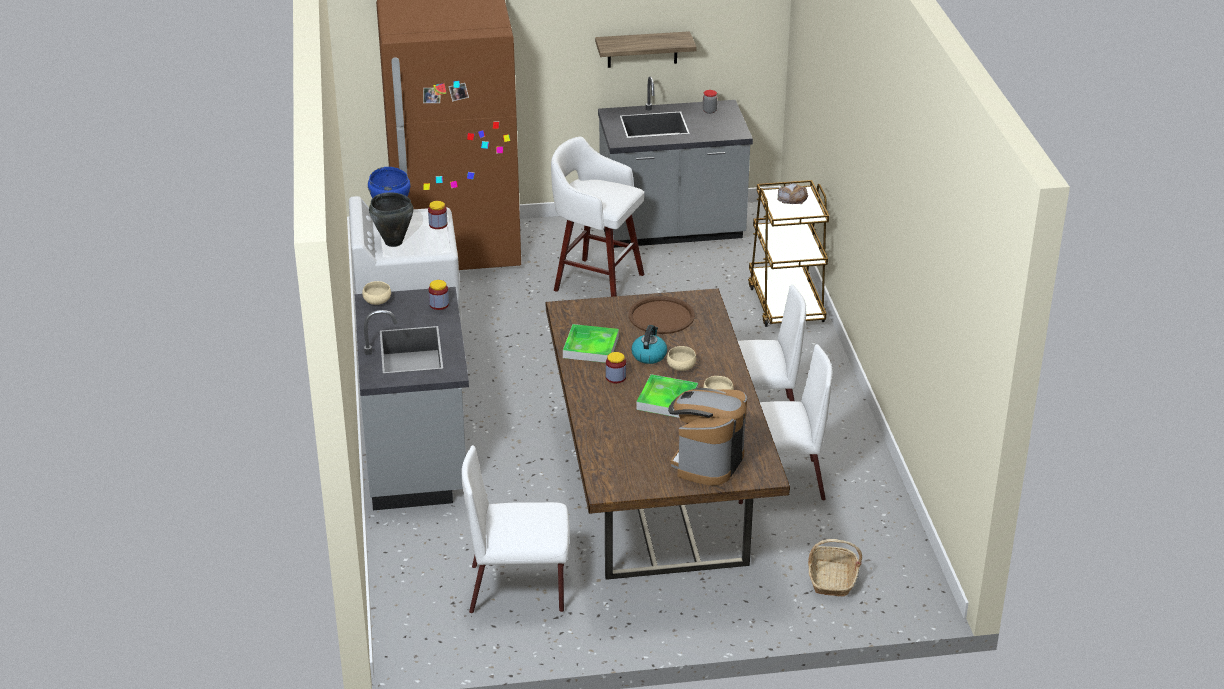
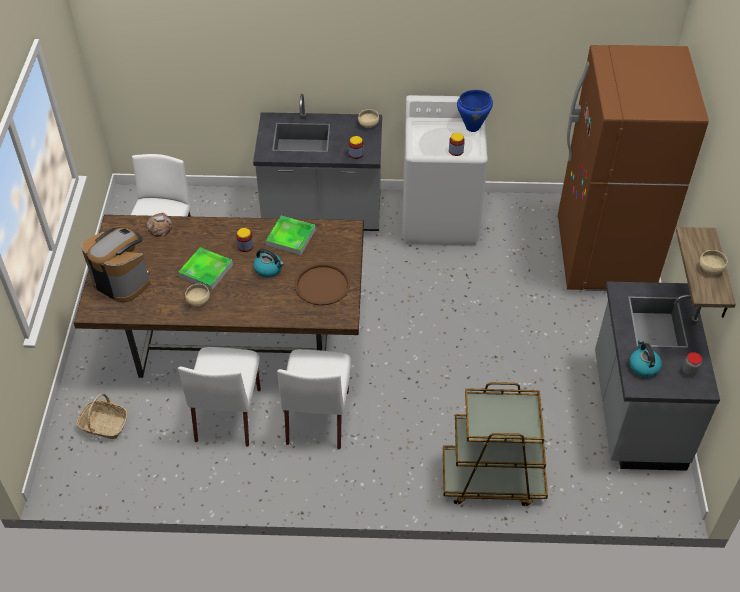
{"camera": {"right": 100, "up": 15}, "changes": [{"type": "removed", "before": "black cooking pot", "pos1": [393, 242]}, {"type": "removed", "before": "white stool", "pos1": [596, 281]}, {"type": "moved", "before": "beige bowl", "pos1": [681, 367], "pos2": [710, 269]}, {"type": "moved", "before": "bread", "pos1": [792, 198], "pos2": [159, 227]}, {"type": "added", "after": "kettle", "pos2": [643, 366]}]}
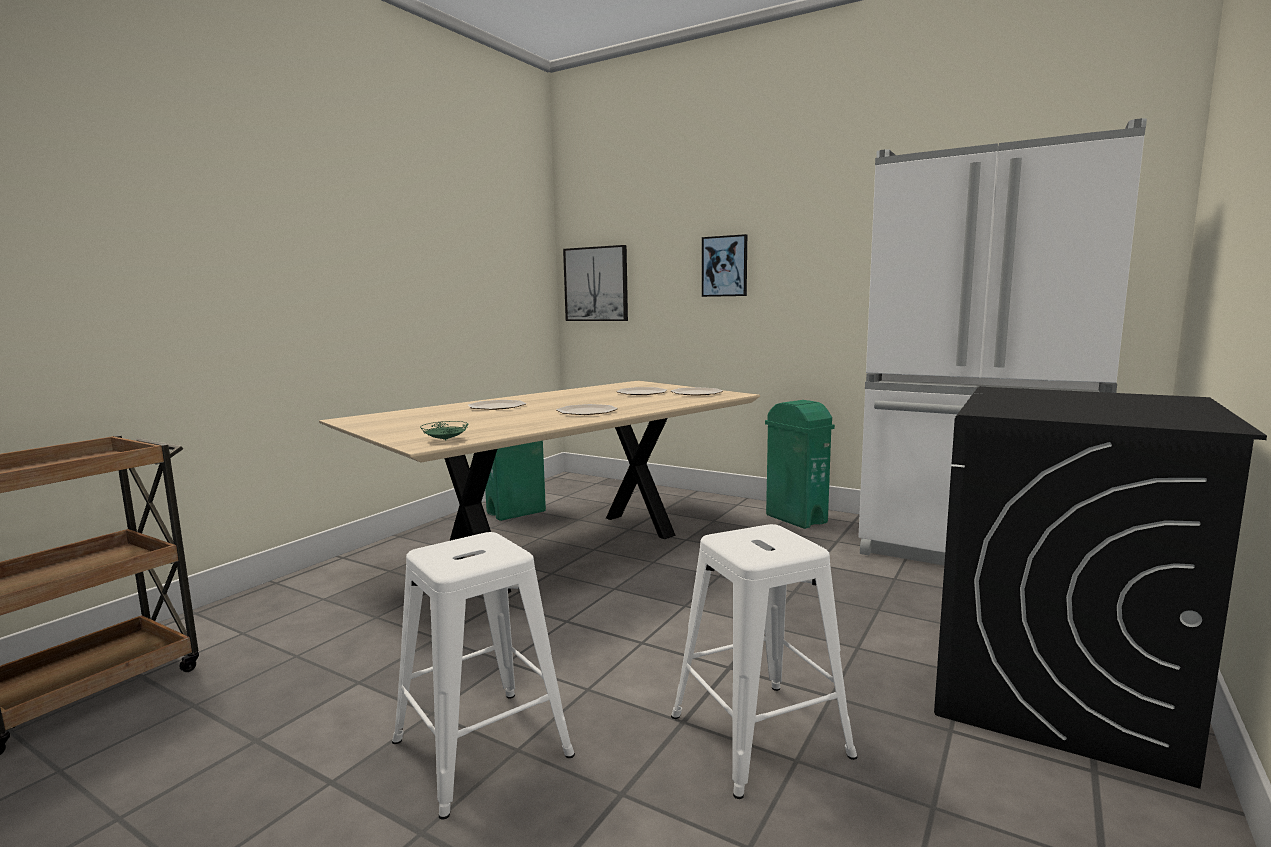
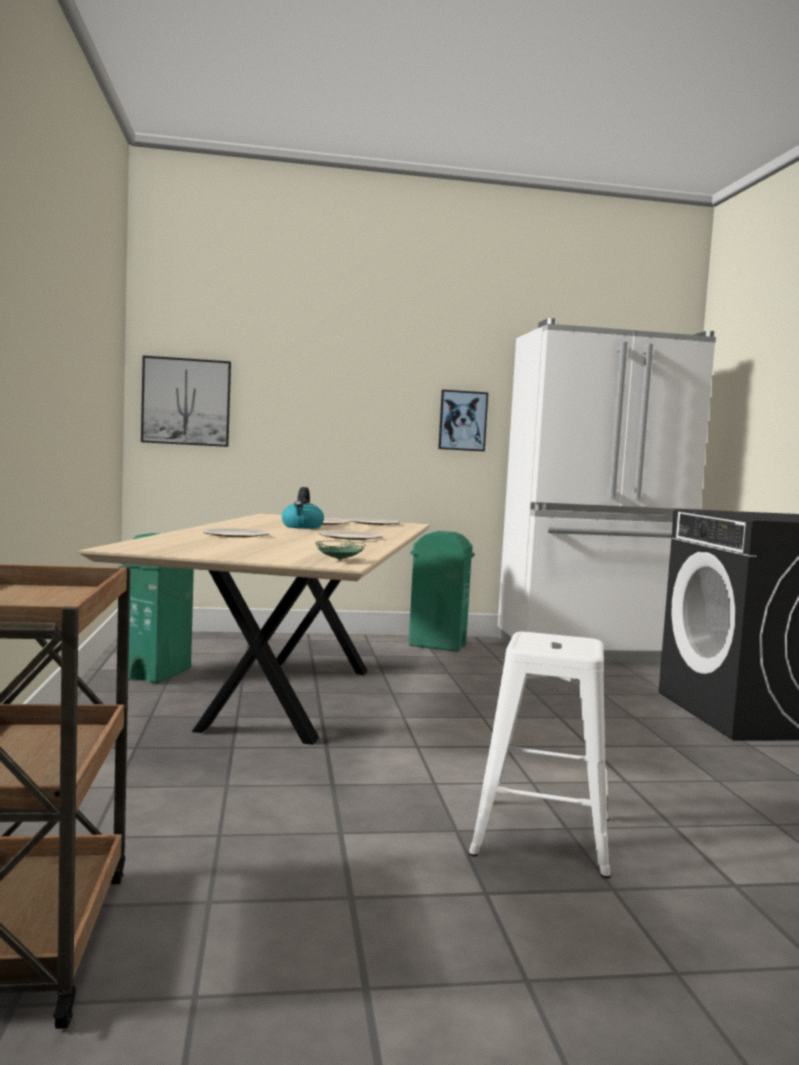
{"camera": {"right": -40, "up": -5}, "changes": [{"type": "removed", "before": "white stool", "pos1": [762, 736]}, {"type": "moved", "before": "picture", "pos1": [725, 266], "pos2": [462, 420]}, {"type": "added", "after": "kettle", "pos2": [302, 527]}]}
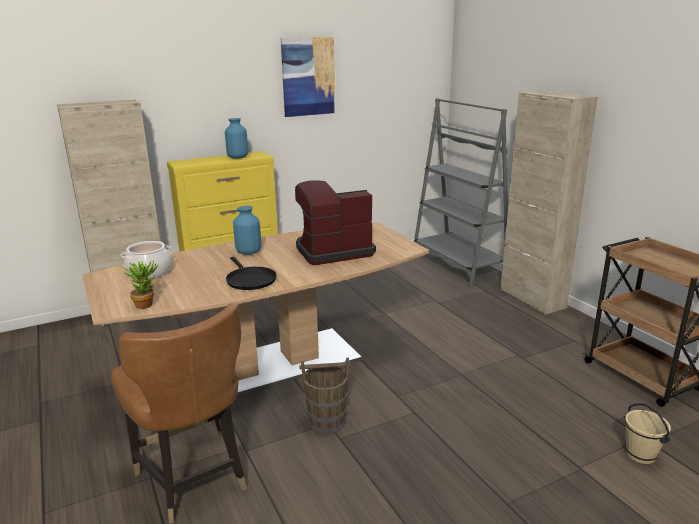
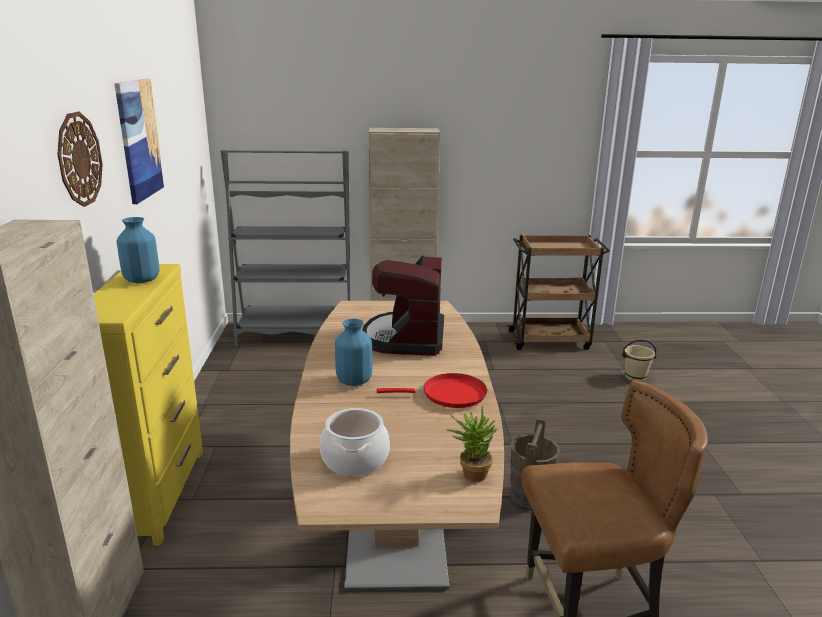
{"camera": {"right": -65, "up": 0}, "changes": [{"type": "recoloured", "before": "black frying pan", "after": "red frying pan", "pos1": [250, 280], "pos2": [449, 395]}, {"type": "added", "after": "wall clock", "pos2": [79, 159]}]}
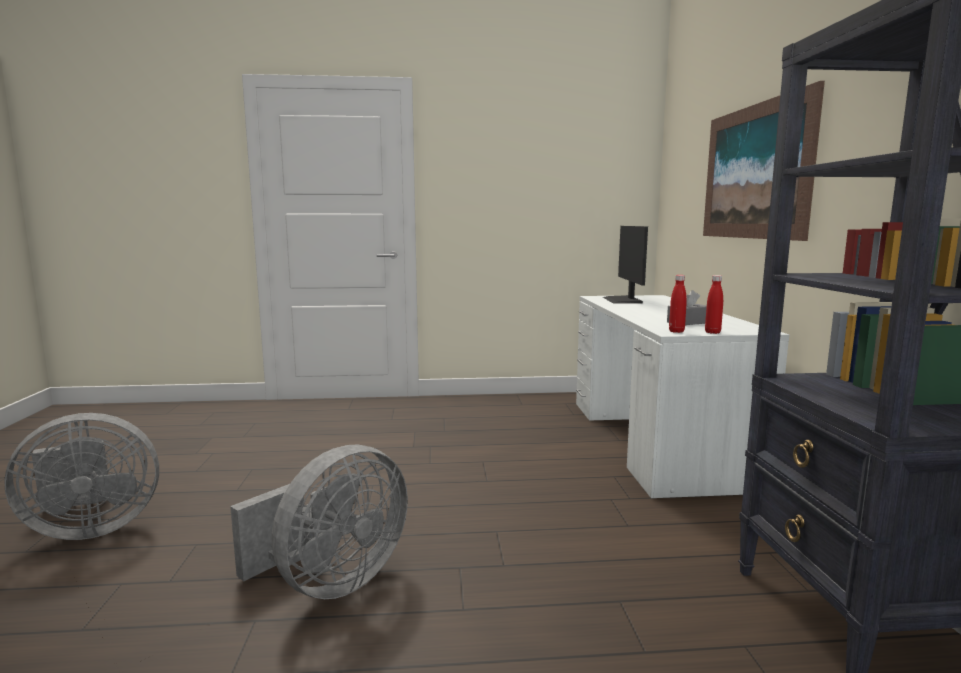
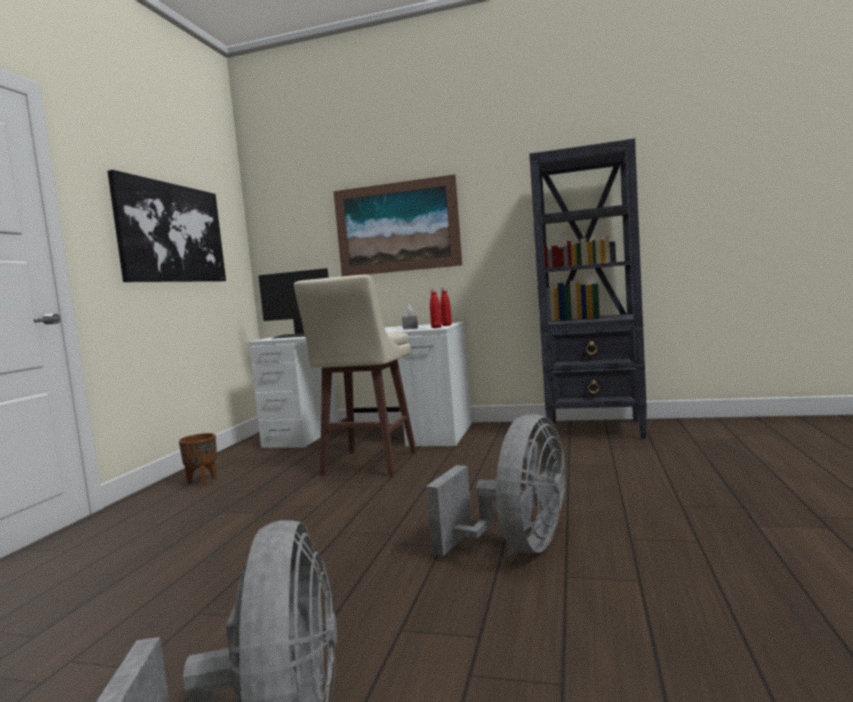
{"camera": {"right": -70, "up": -5}, "changes": [{"type": "turned", "before": "grey fan", "pos1": [331, 582], "pos2": [518, 546], "turn": 60}, {"type": "added", "after": "picture", "pos2": [172, 233]}, {"type": "added", "after": "brown planter", "pos2": [203, 482]}, {"type": "added", "after": "beige stool", "pos2": [368, 464]}]}
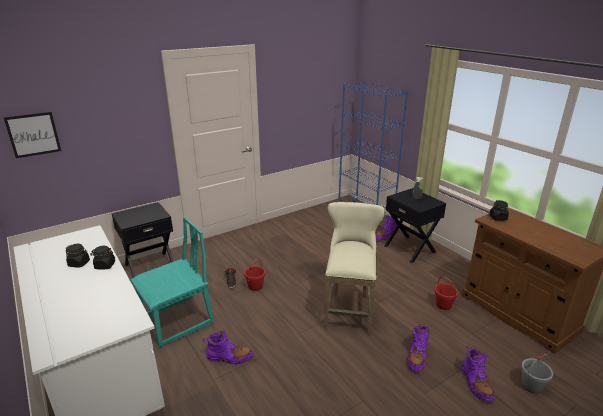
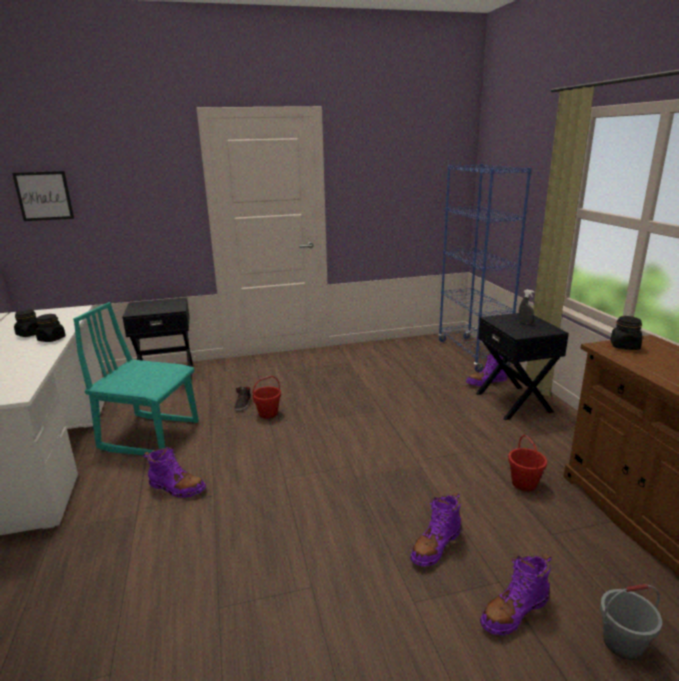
{"camera": {"right": 20, "up": -5}, "changes": [{"type": "turned", "before": "turquoise chair", "pos1": [177, 321], "pos2": [150, 435], "turn": -150}, {"type": "removed", "before": "beige stool", "pos1": [349, 309]}, {"type": "turned", "before": "purple boot", "pos1": [476, 384], "pos2": [514, 611], "turn": 45}]}
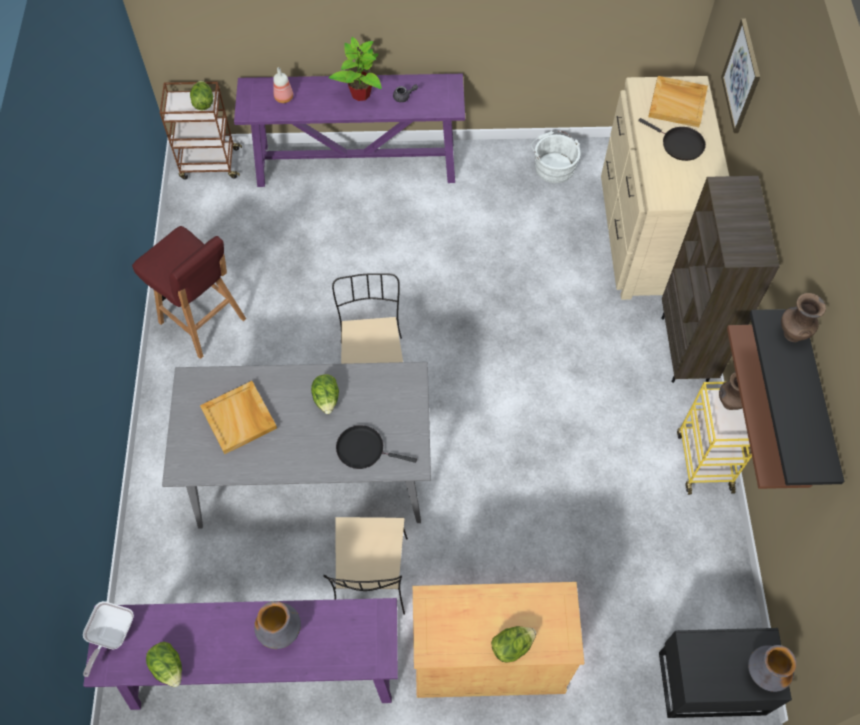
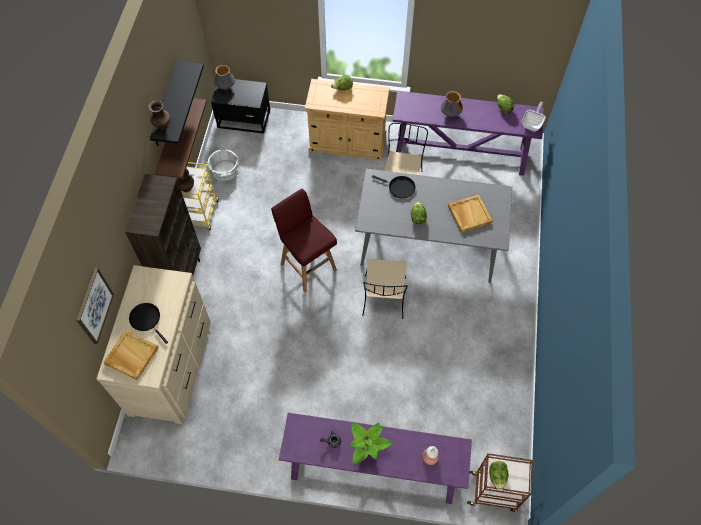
{"camera": {"right": -170, "up": 0}, "changes": [{"type": "moved", "before": "red stool", "pos1": [203, 322], "pos2": [307, 266]}, {"type": "moved", "before": "white bucket", "pos1": [553, 166], "pos2": [225, 172]}]}
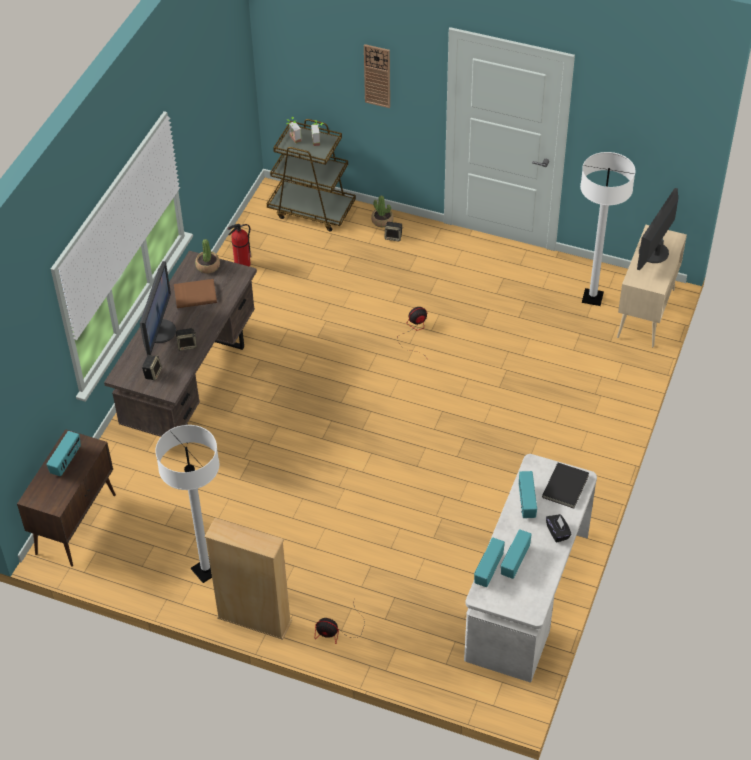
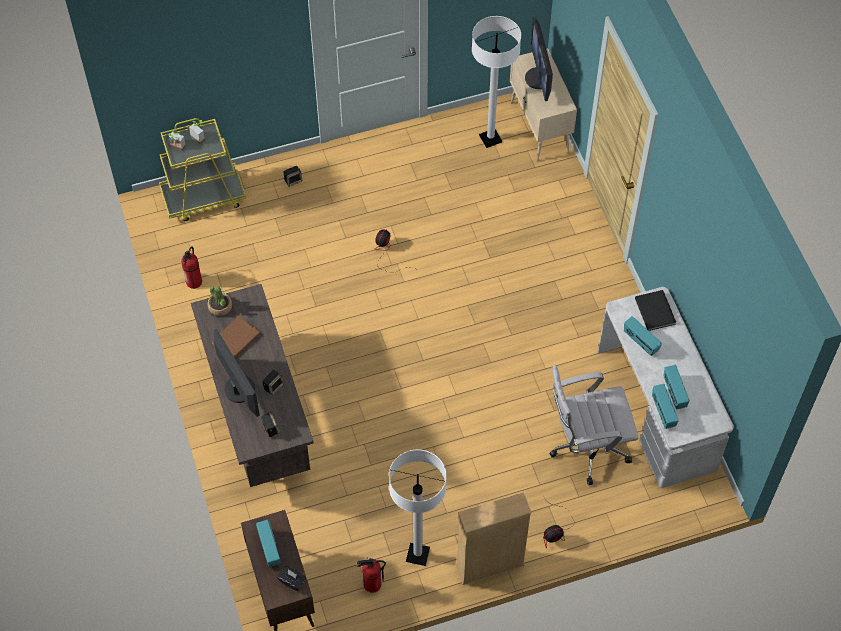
{"camera": {"right": -40, "up": 10}, "changes": [{"type": "recoloured", "before": "brown cart", "after": "yellow cart", "pos1": [312, 210], "pos2": [204, 197]}, {"type": "removed", "before": "wall clock", "pos1": [377, 75]}, {"type": "removed", "before": "potted plant", "pos1": [382, 221]}, {"type": "moved", "before": "black tissue box", "pos1": [558, 533], "pos2": [292, 581]}, {"type": "added", "after": "fire extinguisher", "pos2": [371, 584]}, {"type": "added", "after": "white office chair", "pos2": [586, 448]}]}
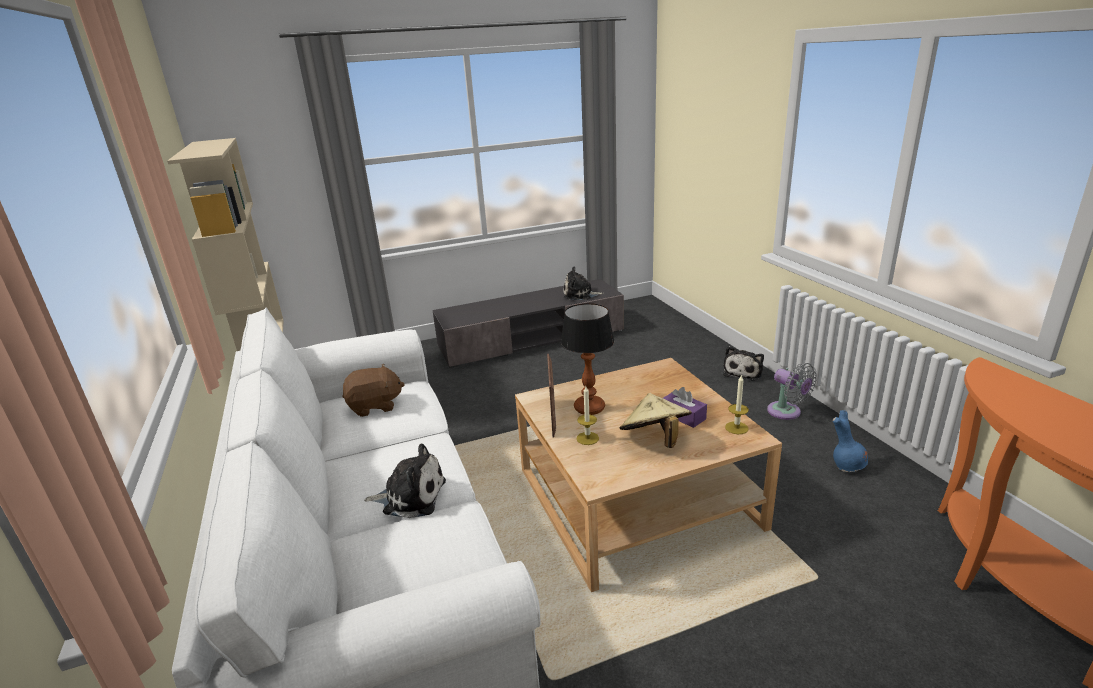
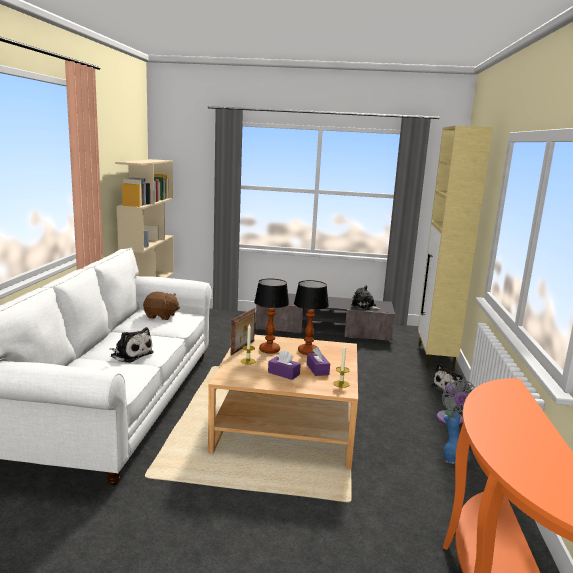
{"camera": {"right": 25, "up": -10}, "changes": [{"type": "replaced", "before": "beige hat", "after": "purple tissue box", "pos1": [655, 440], "pos2": [283, 373]}, {"type": "added", "after": "table lamp", "pos2": [308, 351]}, {"type": "added", "after": "beige cabinet", "pos2": [435, 357]}]}
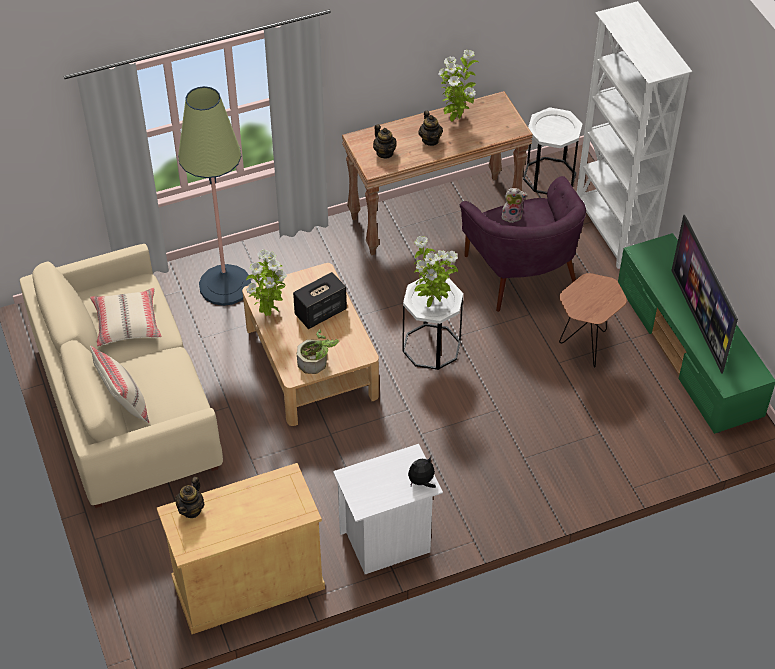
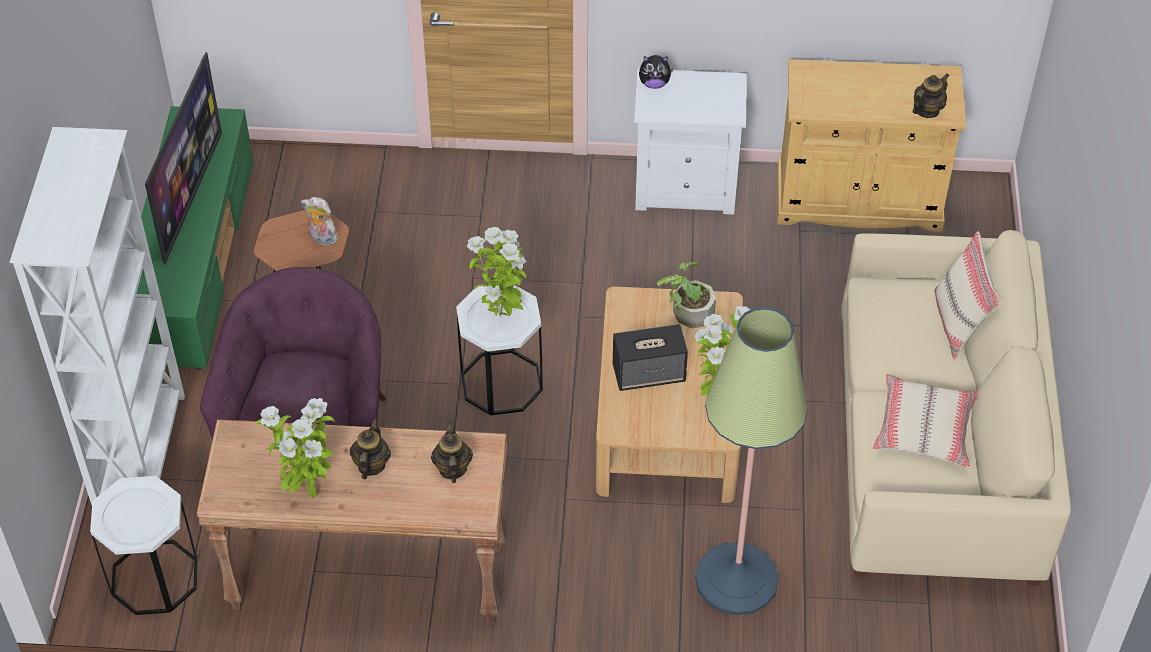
{"camera": {"right": -155, "up": 0}, "changes": [{"type": "moved", "before": "plush toy", "pos1": [512, 216], "pos2": [321, 238]}]}
